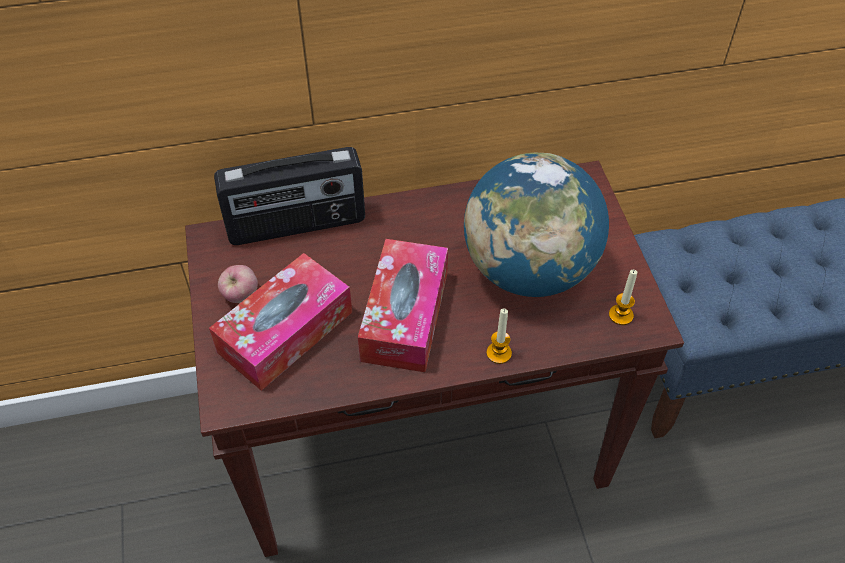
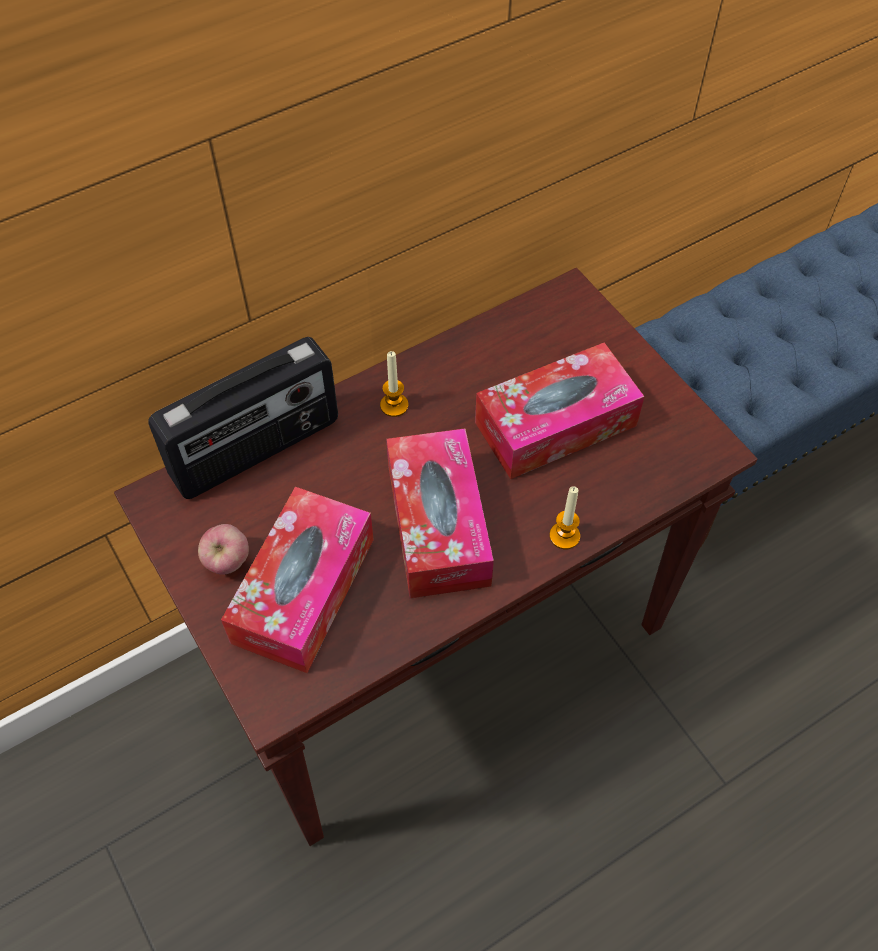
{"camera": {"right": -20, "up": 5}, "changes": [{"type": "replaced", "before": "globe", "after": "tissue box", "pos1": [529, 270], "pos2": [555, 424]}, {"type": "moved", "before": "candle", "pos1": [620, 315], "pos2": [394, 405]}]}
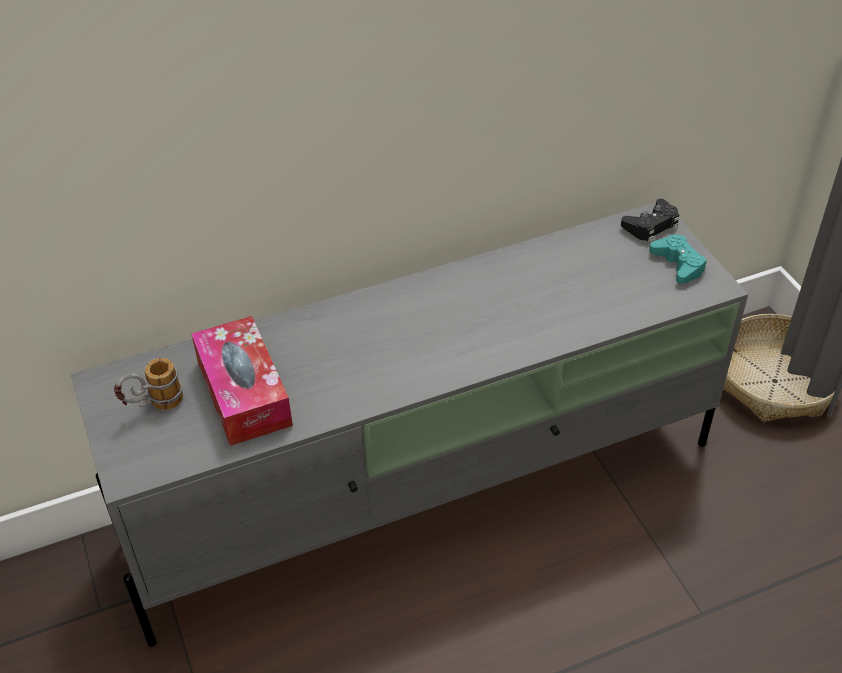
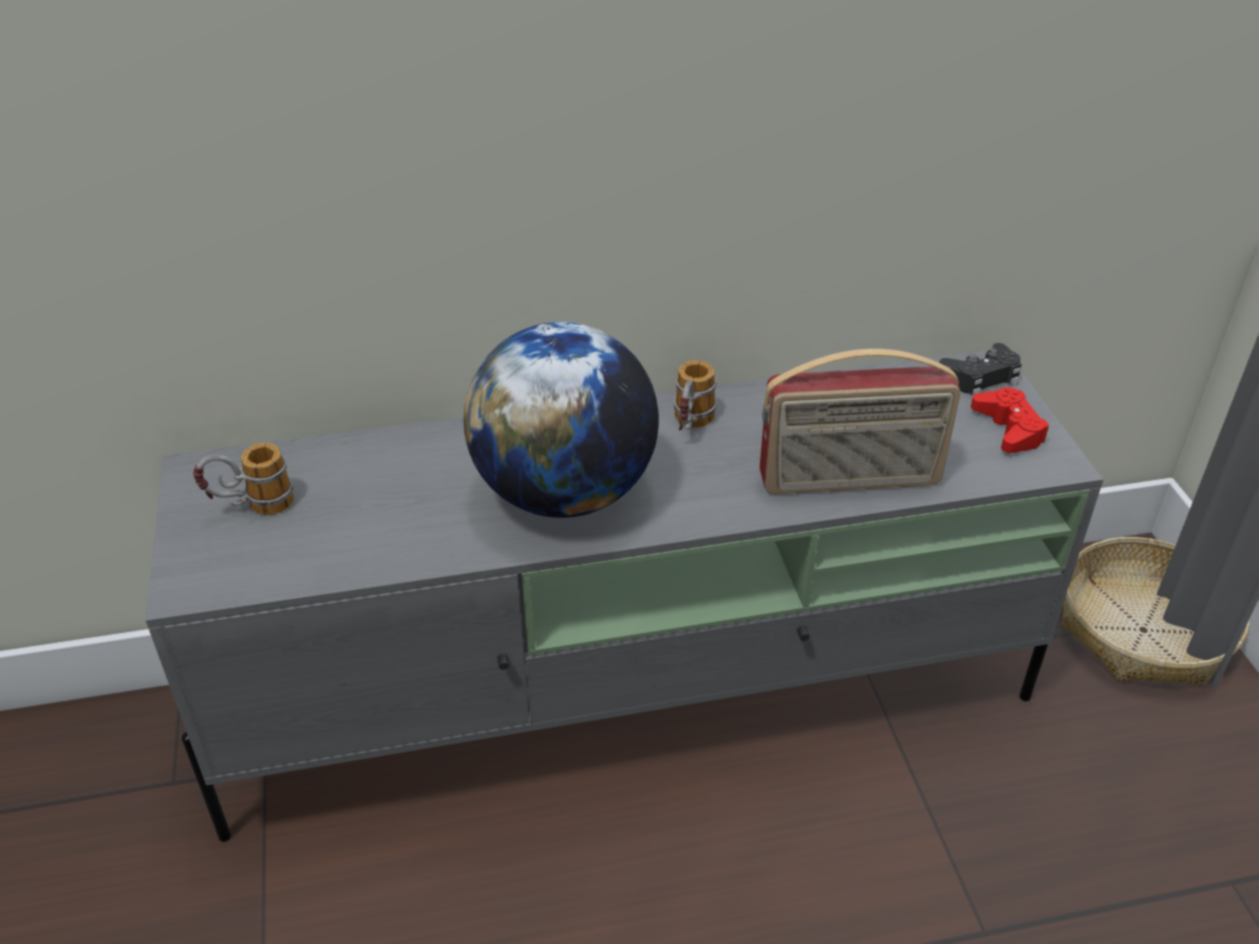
{"camera": {"right": 10, "up": -5}, "changes": [{"type": "removed", "before": "tissue box", "pos1": [243, 392]}, {"type": "recoloured", "before": "turquoise game controller", "after": "red game controller", "pos1": [678, 264], "pos2": [1009, 428]}, {"type": "added", "after": "globe", "pos2": [565, 493]}, {"type": "added", "after": "mug", "pos2": [690, 427]}, {"type": "added", "after": "radio", "pos2": [850, 481]}]}
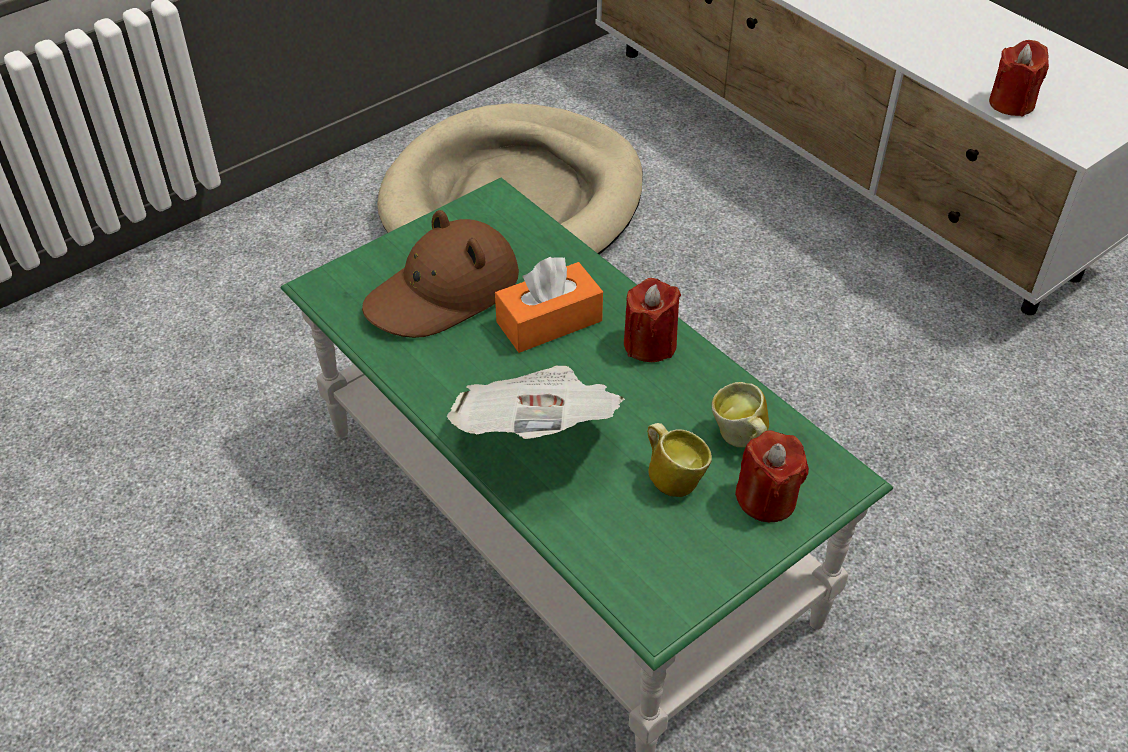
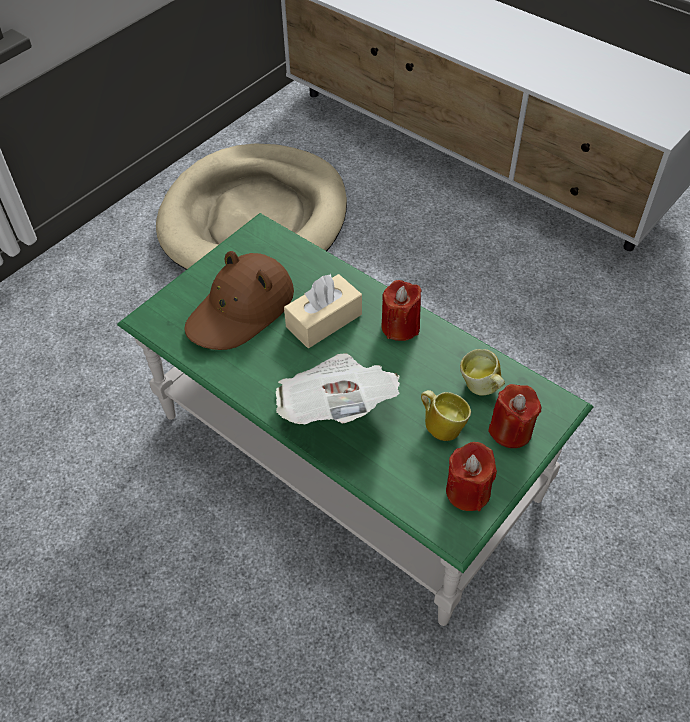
{"camera": {"right": -10, "up": 5}, "changes": [{"type": "recoloured", "before": "orange tissue box", "after": "beige tissue box", "pos1": [549, 321], "pos2": [324, 320]}, {"type": "moved", "before": "red candle", "pos1": [1011, 103], "pos2": [468, 491]}]}
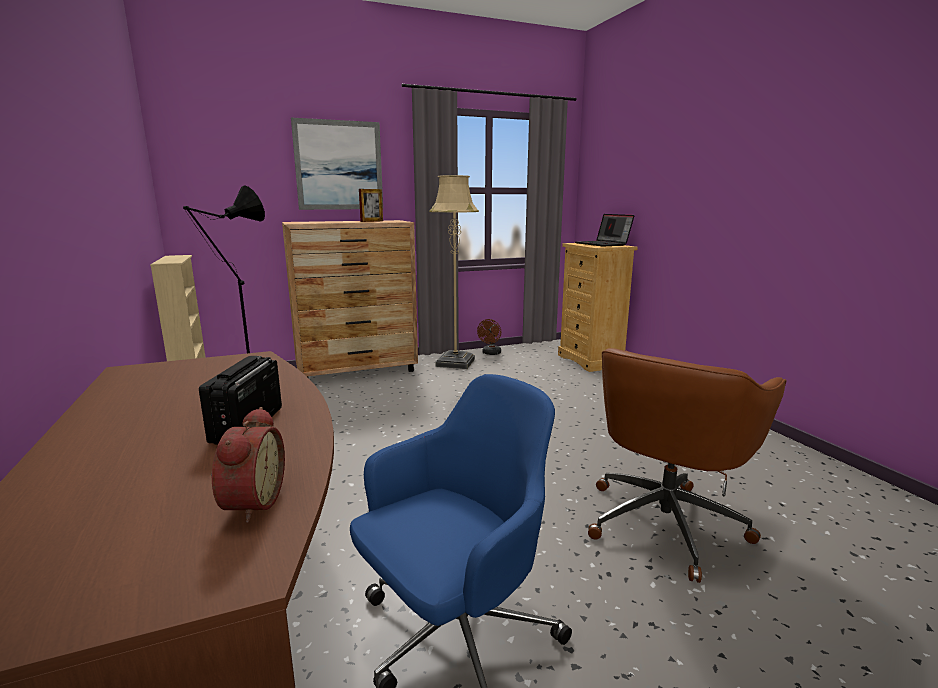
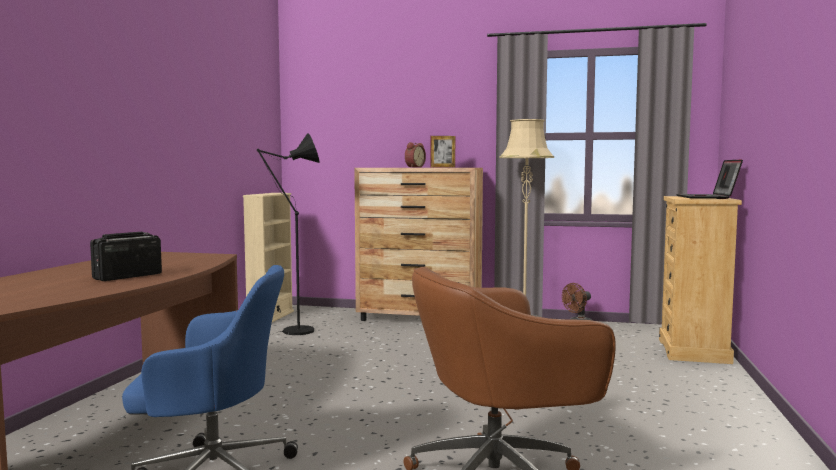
{"camera": {"right": 35, "up": -10}, "changes": [{"type": "moved", "before": "alarm clock", "pos1": [250, 503], "pos2": [414, 167]}, {"type": "removed", "before": "picture", "pos1": [339, 165]}]}
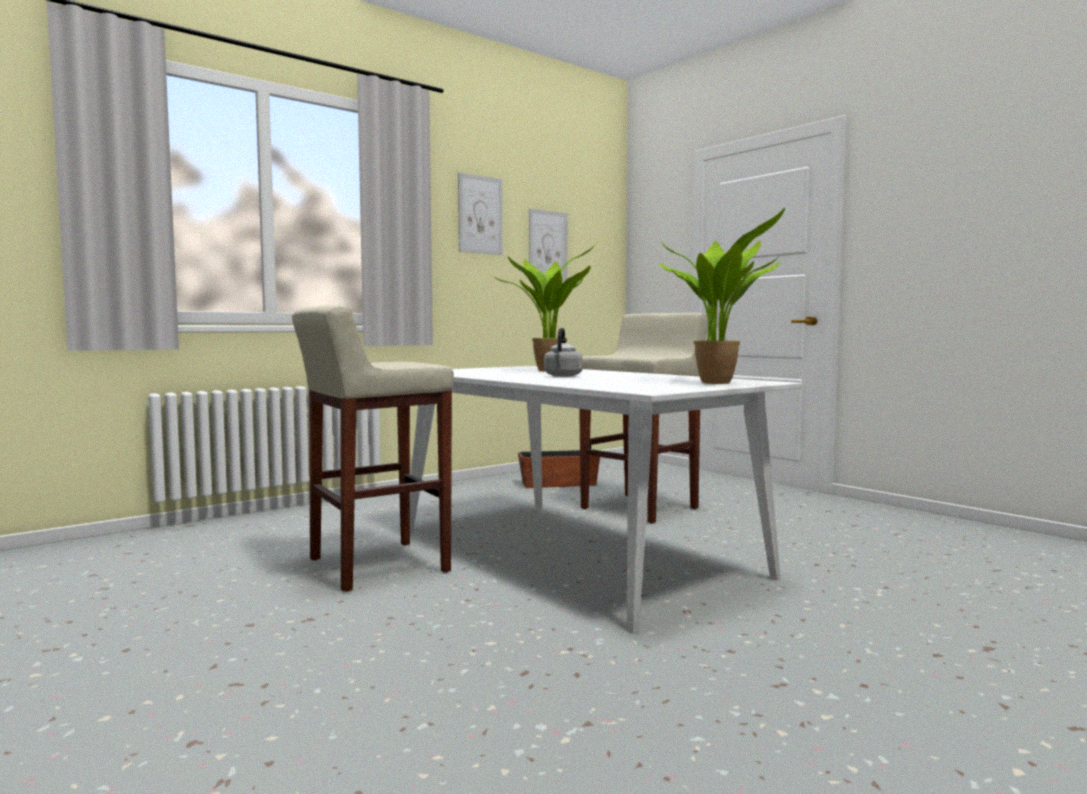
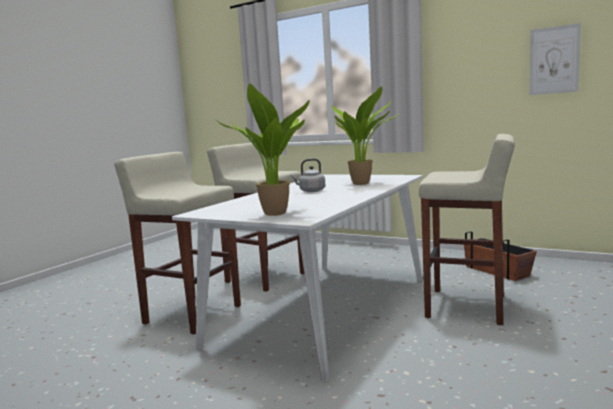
{"camera": {"right": 70, "up": 5}, "changes": [{"type": "removed", "before": "picture", "pos1": [480, 215]}, {"type": "added", "after": "beige stool", "pos2": [192, 314]}]}
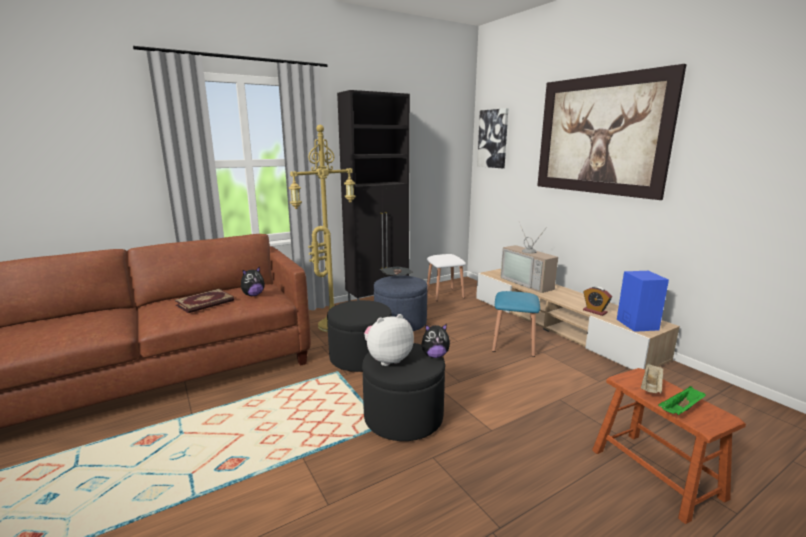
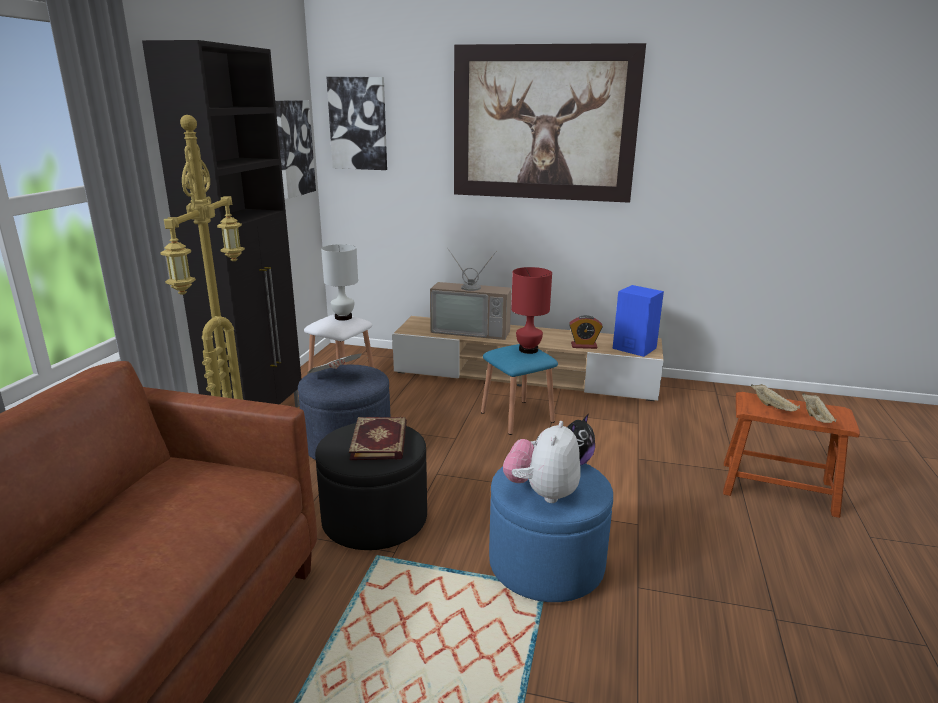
{"camera": {"right": -45, "up": 5}, "changes": [{"type": "moved", "before": "book", "pos1": [205, 303], "pos2": [380, 441]}, {"type": "removed", "before": "plush toy", "pos1": [253, 295]}, {"type": "recoloured", "before": "black ottoman", "after": "blue ottoman", "pos1": [403, 417], "pos2": [546, 563]}, {"type": "recoloured", "before": "green tray", "after": "beige tray", "pos1": [680, 410], "pos2": [816, 418]}, {"type": "added", "after": "picture", "pos2": [293, 148]}, {"type": "added", "after": "white table lamp", "pos2": [343, 317]}, {"type": "added", "after": "red table lamp", "pos2": [528, 350]}]}
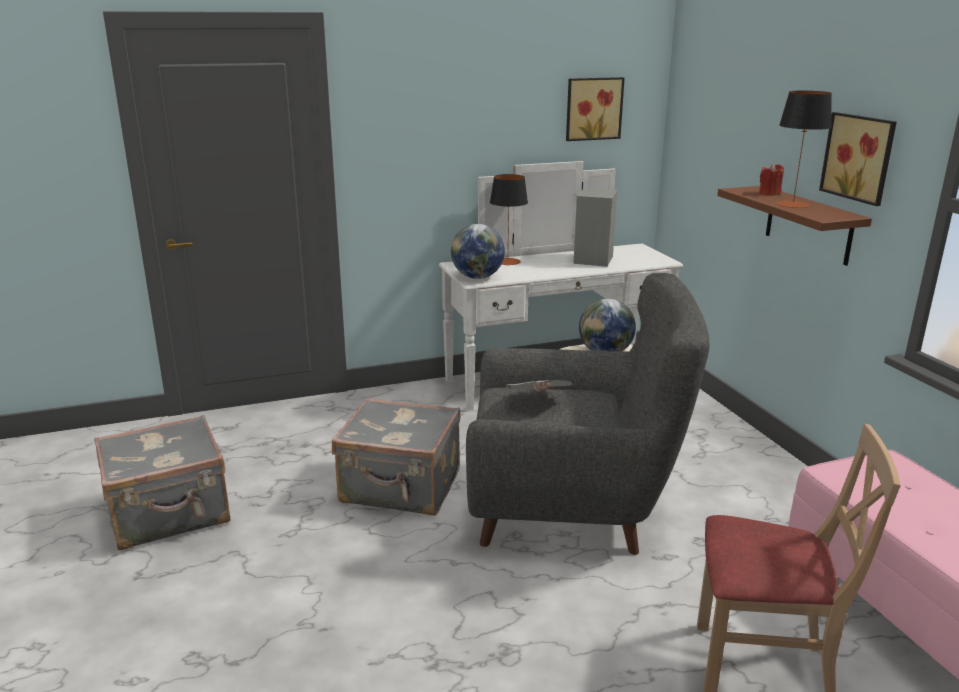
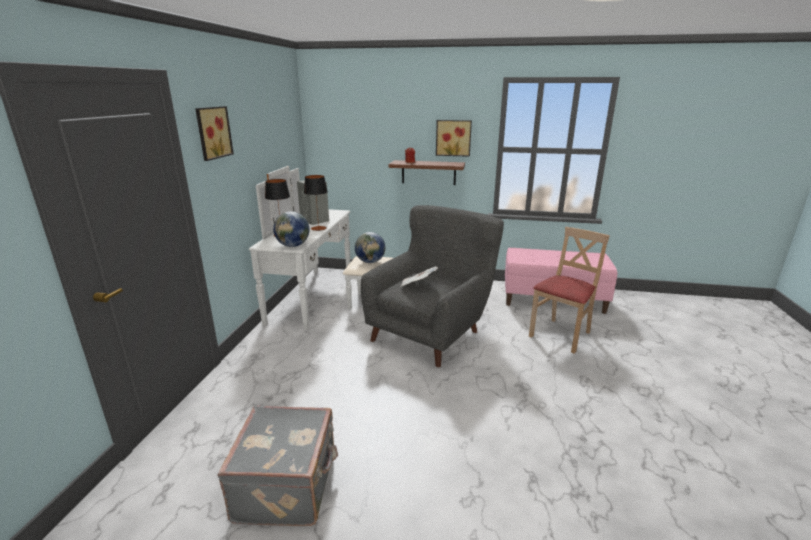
{"camera": {"right": -60, "up": 0}, "changes": [{"type": "removed", "before": "grey suitcase", "pos1": [401, 488]}, {"type": "moved", "before": "picture", "pos1": [593, 108], "pos2": [212, 132]}, {"type": "moved", "before": "table lamp", "pos1": [793, 204], "pos2": [318, 228]}]}
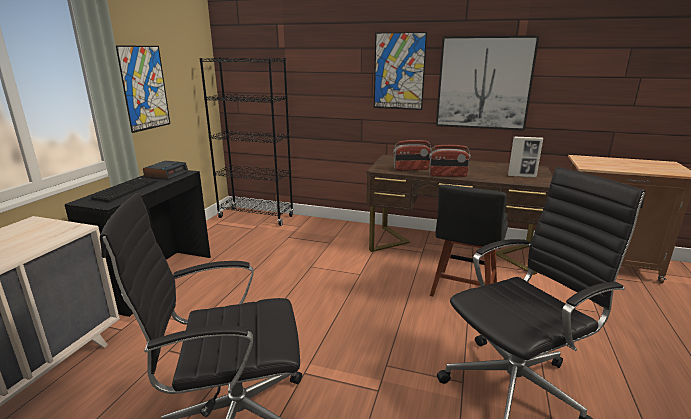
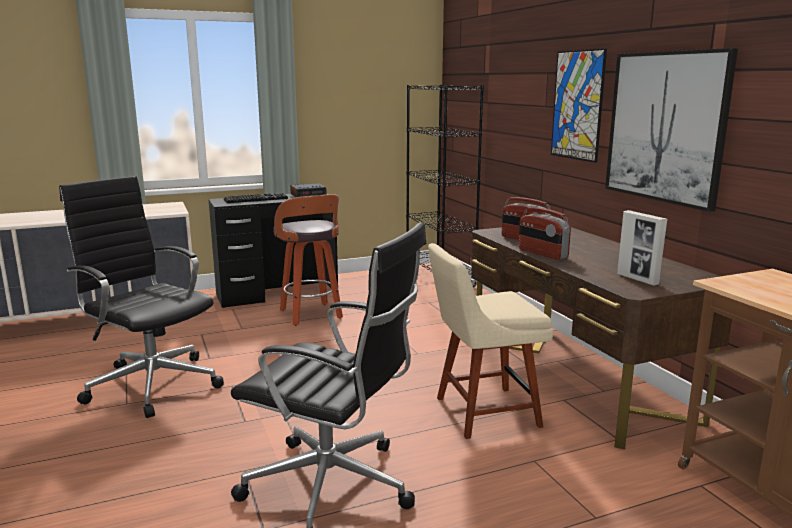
{"camera": {"right": 50, "up": -5}, "changes": [{"type": "removed", "before": "picture", "pos1": [144, 88]}, {"type": "recoloured", "before": "black chair", "after": "beige chair", "pos1": [463, 290], "pos2": [482, 412]}, {"type": "added", "after": "stool", "pos2": [311, 315]}]}
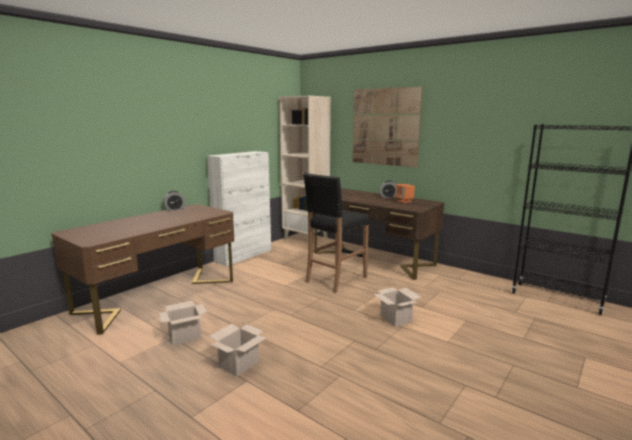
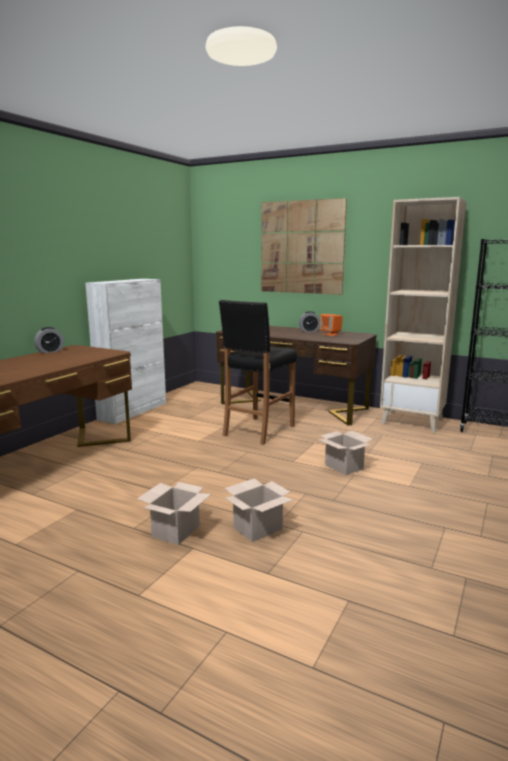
{"camera": {"right": -10, "up": 0}, "changes": [{"type": "moved", "before": "cardboard box", "pos1": [185, 336], "pos2": [258, 528]}, {"type": "moved", "before": "beige bookcase", "pos1": [306, 239], "pos2": [412, 421]}]}
